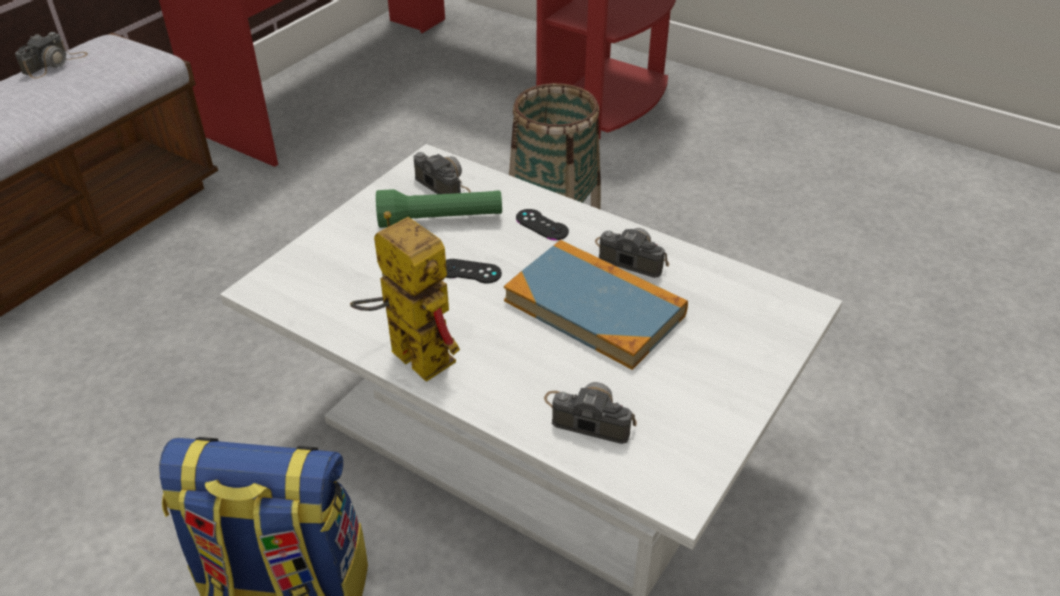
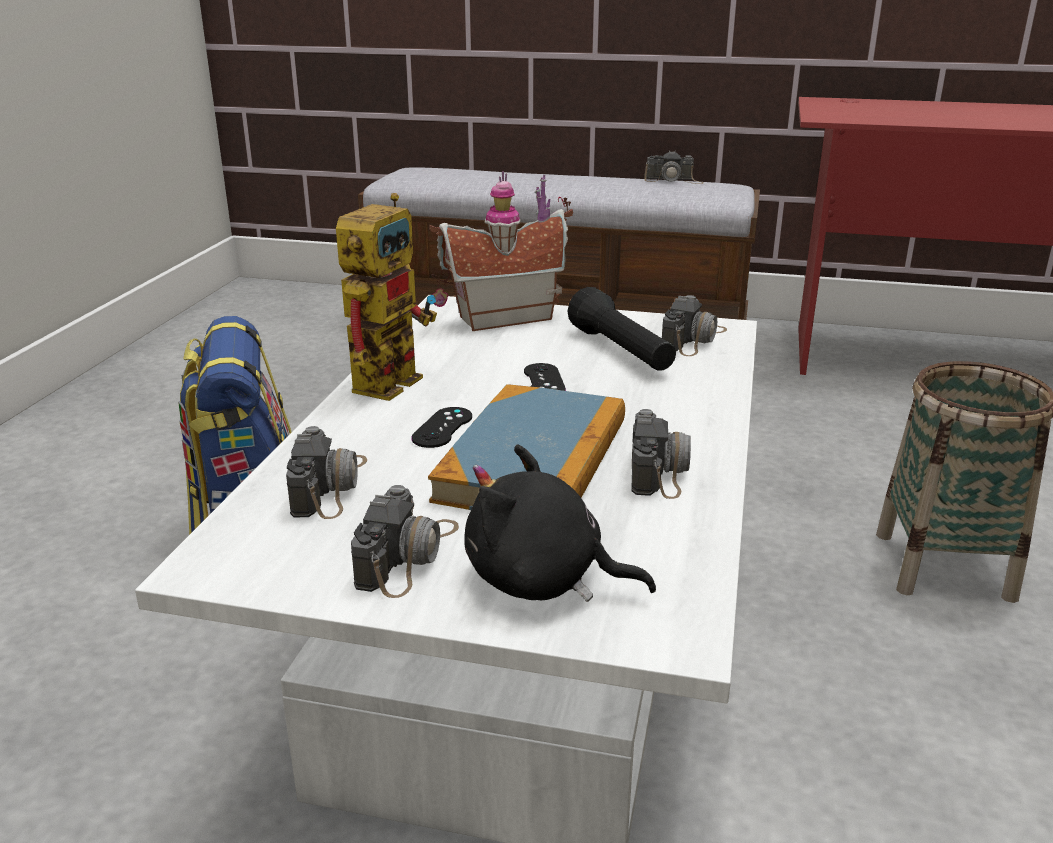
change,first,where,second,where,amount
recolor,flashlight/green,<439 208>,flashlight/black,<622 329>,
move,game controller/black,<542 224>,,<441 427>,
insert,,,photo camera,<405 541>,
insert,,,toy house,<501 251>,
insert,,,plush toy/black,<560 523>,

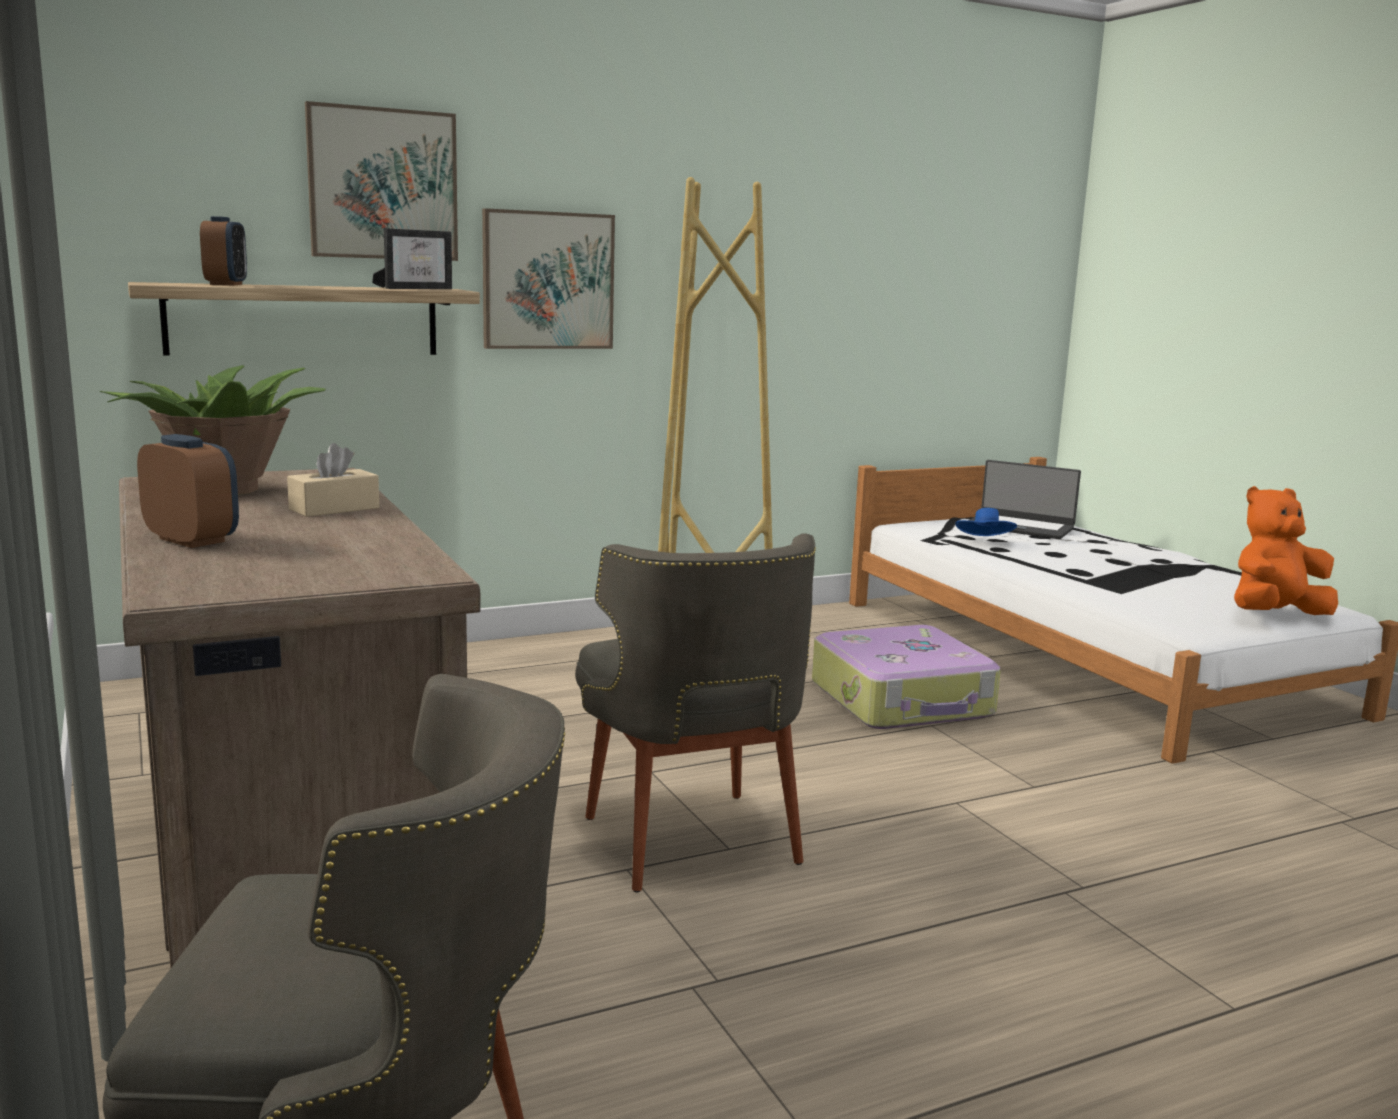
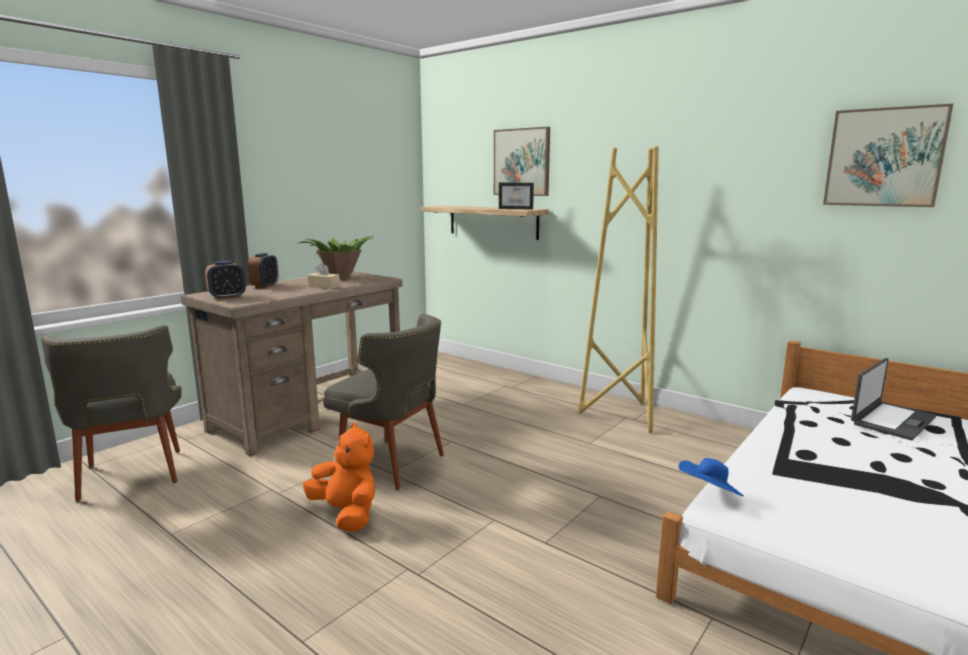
change,first,where,second,where,amount
move,alarm clock,<223 250>,,<225 280>,
move,picture,<548 278>,,<888 155>,
rotate,chair/grey,<695 712>,,<383 402>,105 degrees counterclockwise
delete,suitcase,<906 677>,,,
move,hat/blue,<986 522>,,<711 477>,
rotate,laptop,<1024 499>,,<893 399>,135 degrees counterclockwise
move,plush toy/orange,<1286 550>,,<339 477>,

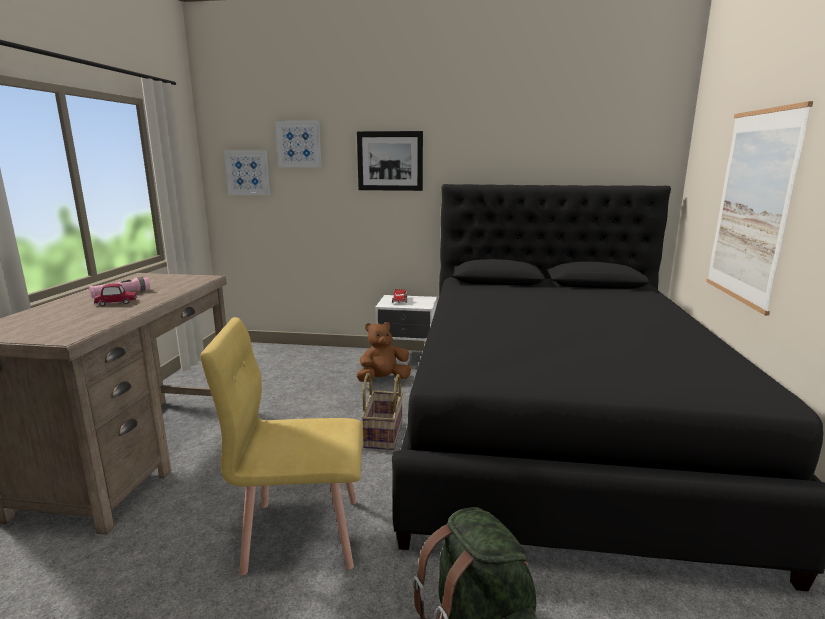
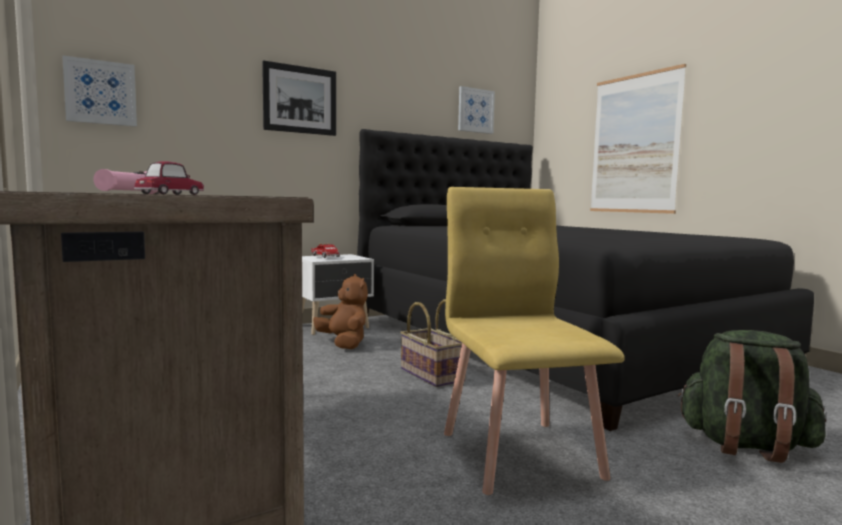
change,first,where,second,where,amount
rotate,chair/yellow,<282 446>,,<534 341>,120 degrees clockwise
move,picture,<298 143>,,<476 110>,
rotate,plush toy/brown,<384 352>,,<340 311>,120 degrees clockwise

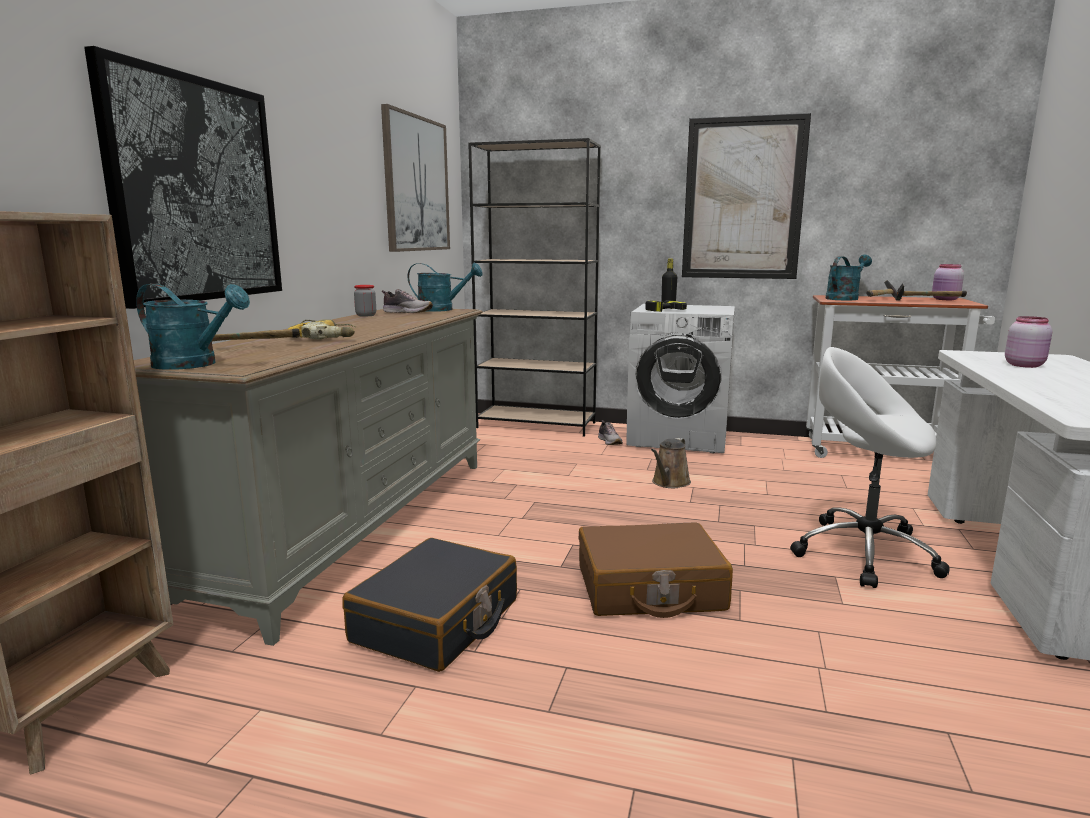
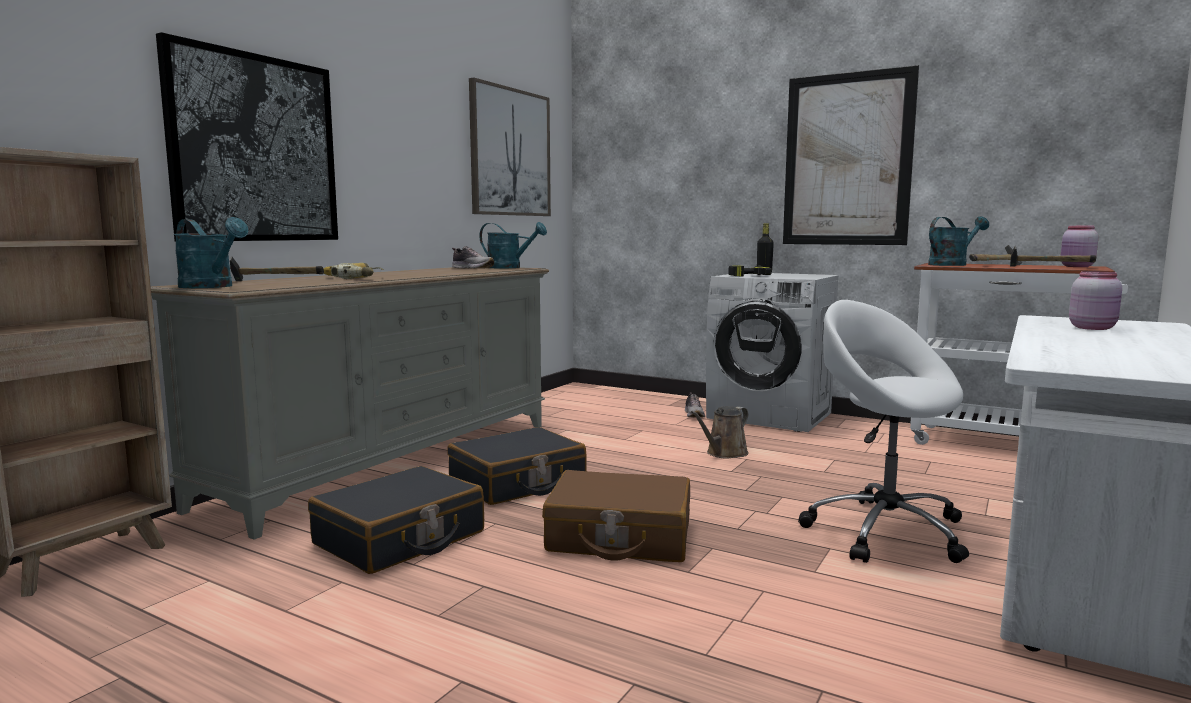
change,first,where,second,where,amount
delete,jar,<365 301>,,,
delete,bookcase/beige,<534 287>,,,
insert,,,suitcase/black,<517 466>,

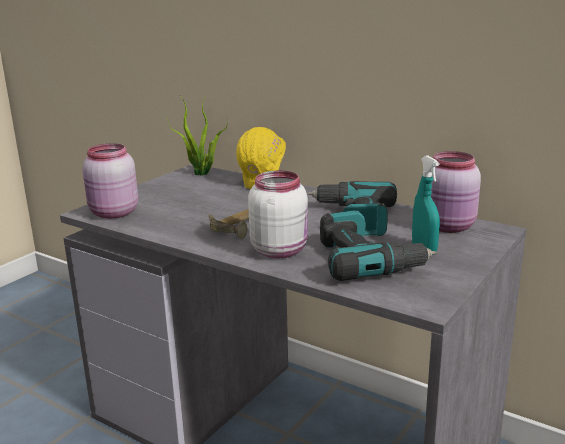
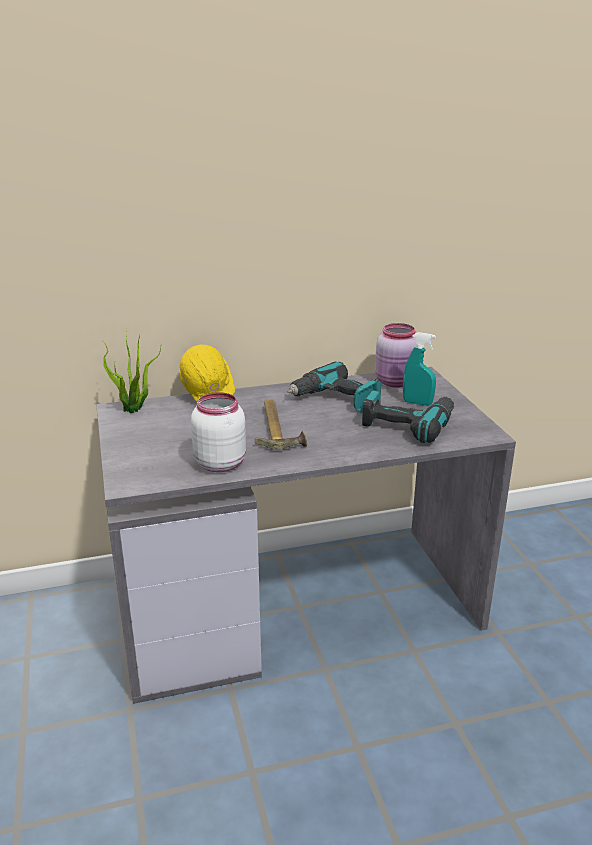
change,first,where,second,where,amount
delete,jar/pink,<110 181>,,,
move,jar/white,<278 214>,,<218 432>,

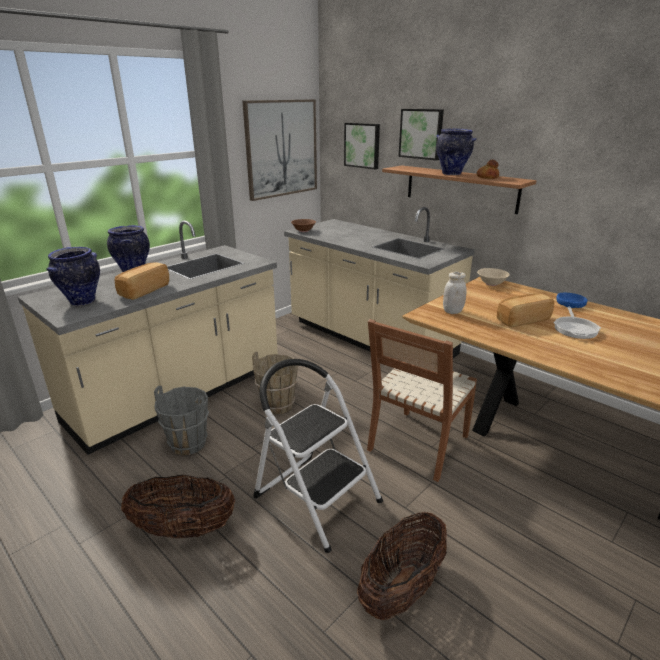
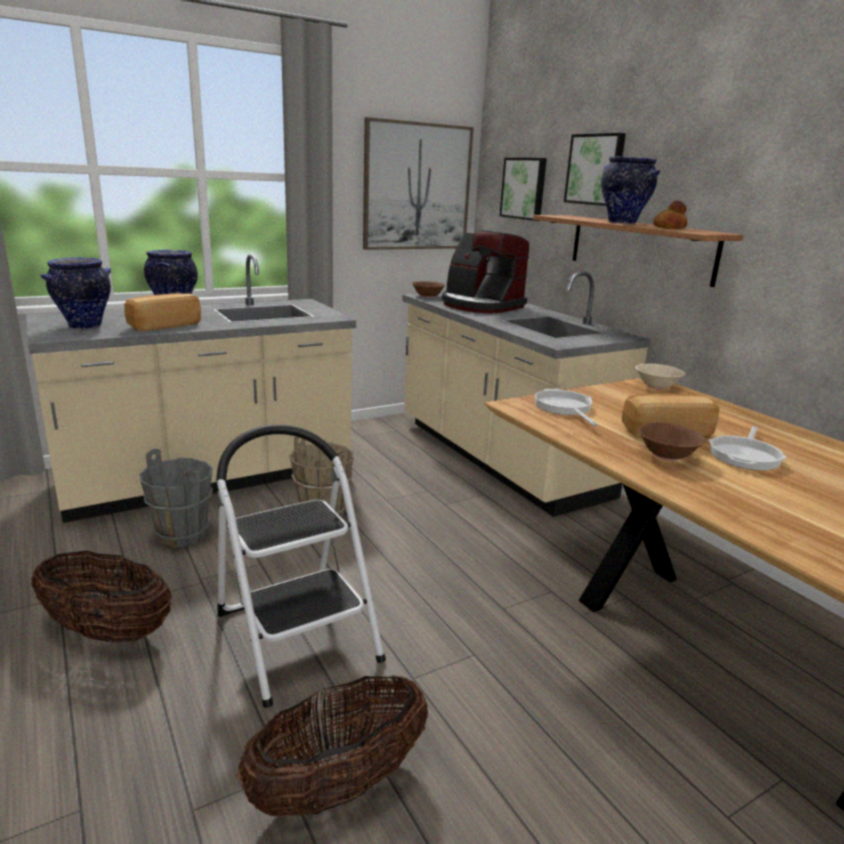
change,first,where,second,where,amount
delete,chair,<422 400>,,,
replace,jar/white,<454 293>,frying pan,<566 407>,
delete,bowl/blue,<572 300>,,,
insert,,,coffee machine,<485 272>,
insert,,,bowl/brown,<672 442>,

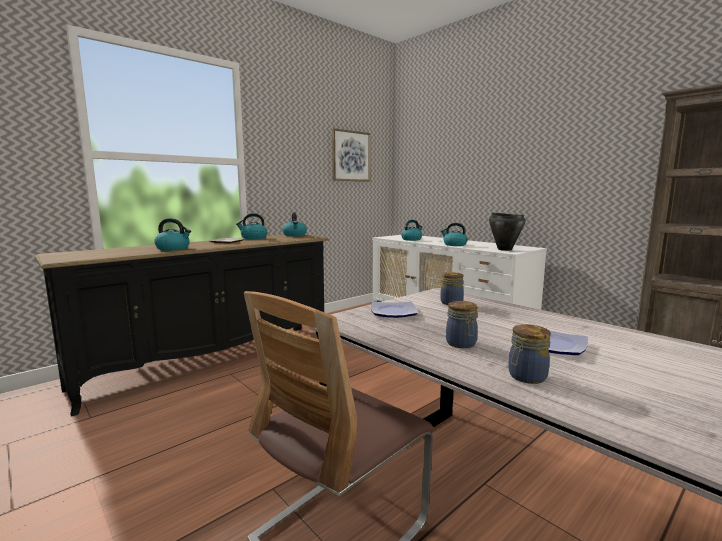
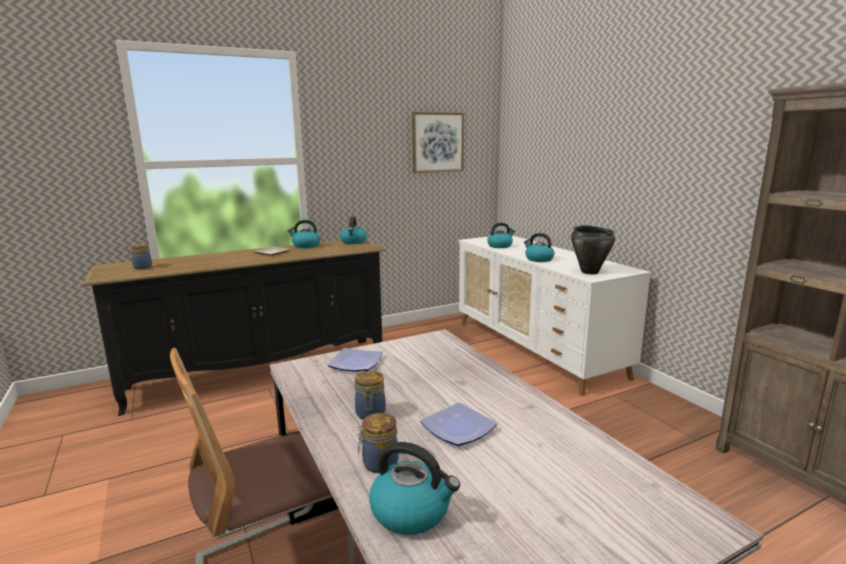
change,first,where,second,where,amount
move,kettle,<172 234>,,<414 488>,
move,jar,<452 288>,,<141 257>,

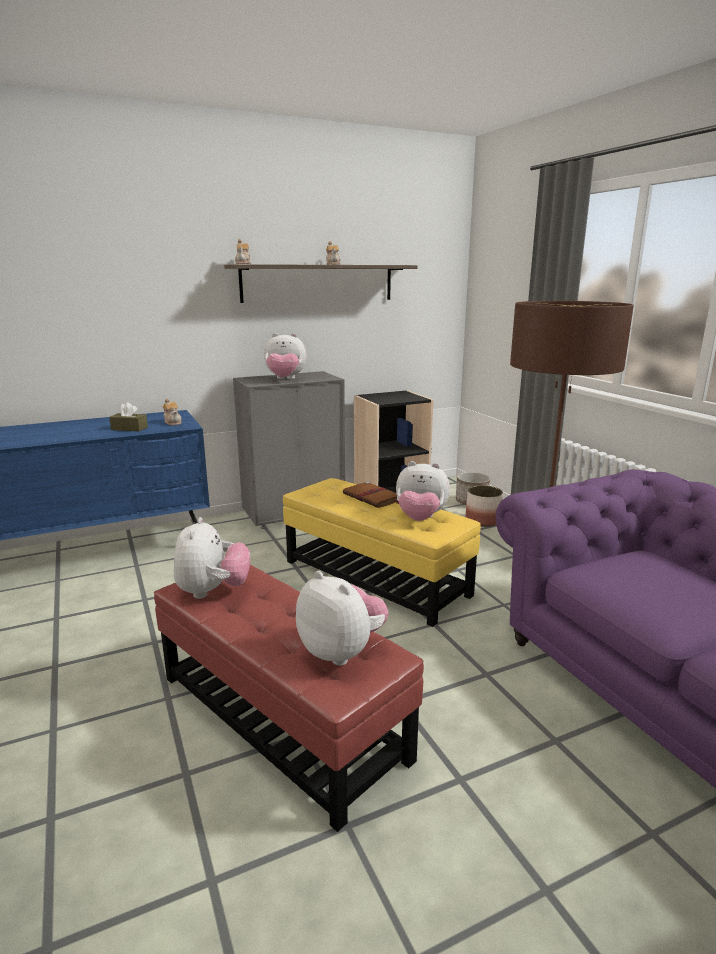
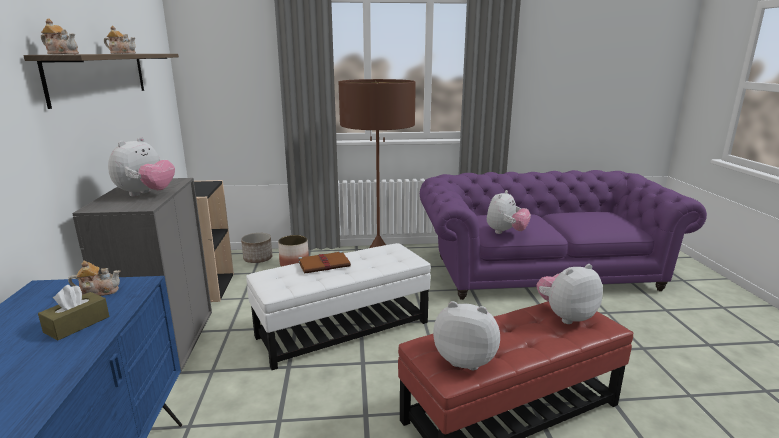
change,first,where,second,where,amount
recolor,ottoman/yellow,<382 552>,ottoman/white,<338 306>,
move,plush toy,<423 491>,,<509 212>,

